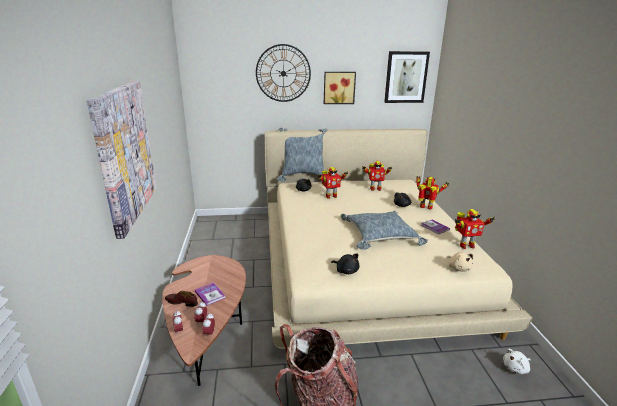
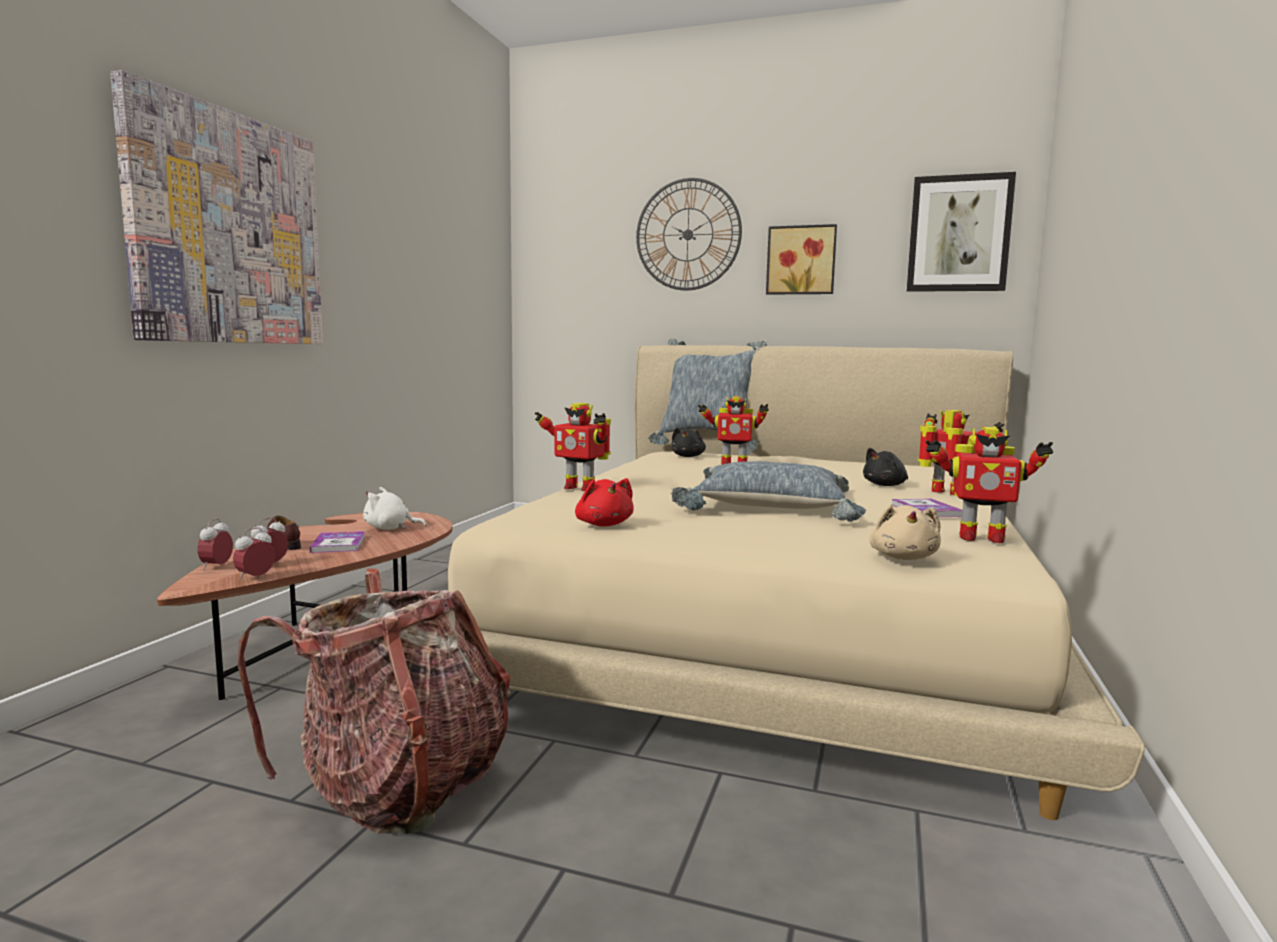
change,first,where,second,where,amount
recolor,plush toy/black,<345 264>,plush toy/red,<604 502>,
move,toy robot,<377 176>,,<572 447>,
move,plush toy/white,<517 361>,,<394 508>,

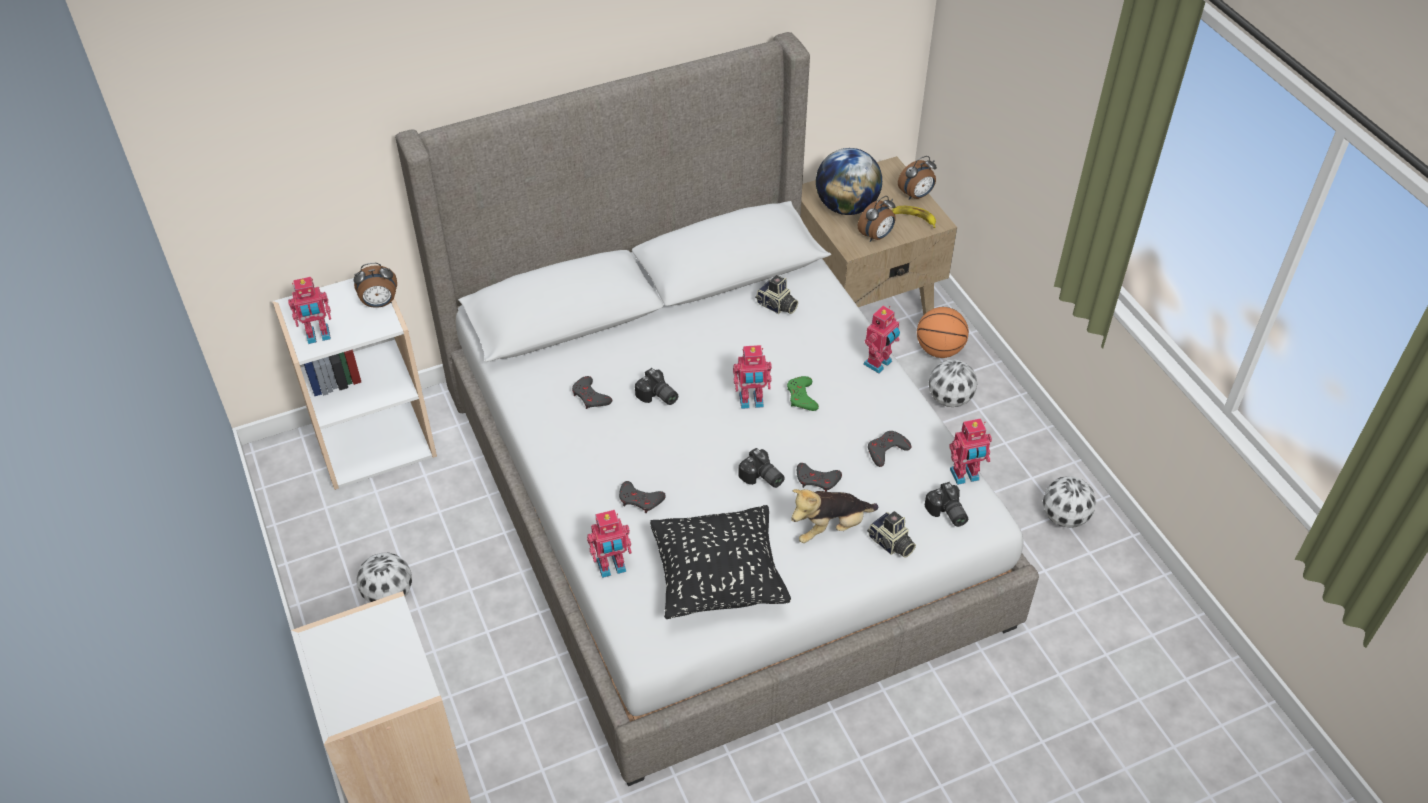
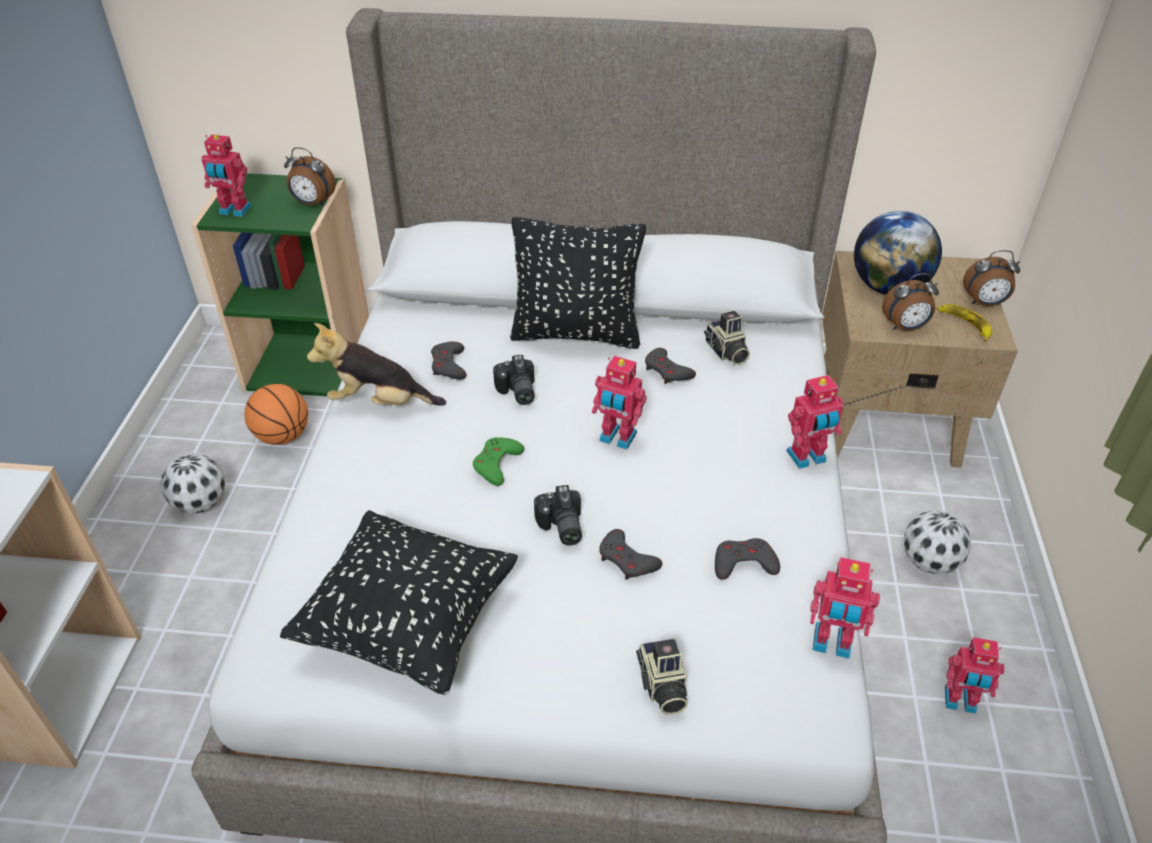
change,first,where,second,where,amount
recolor,bookcase/white,<355 384>,bookcase/green,<280 284>,
move,toy robot,<609 544>,,<975 675>,
move,game controller/grey,<642 497>,,<670 366>,
move,game controller/green,<803 393>,,<498 461>,
move,plush toy,<835 516>,,<376 364>,
move,basketball,<943 332>,,<276 414>,
delete,photo camera,<946 504>,,,
delete,football,<1069 502>,,,
insert,,,pillow/black,<578 283>,

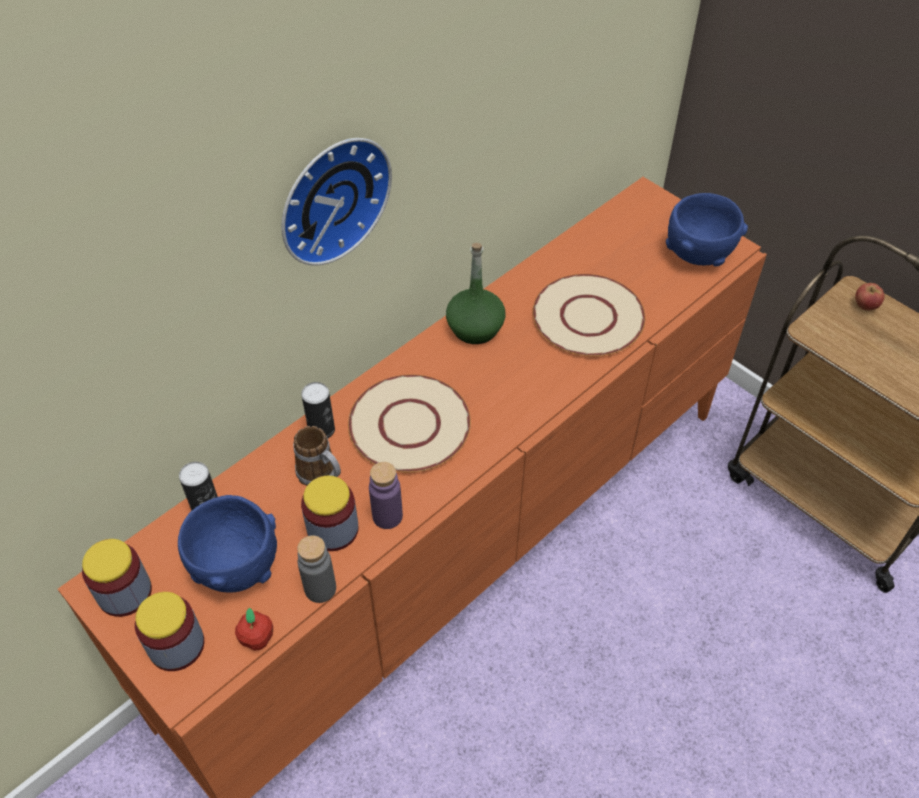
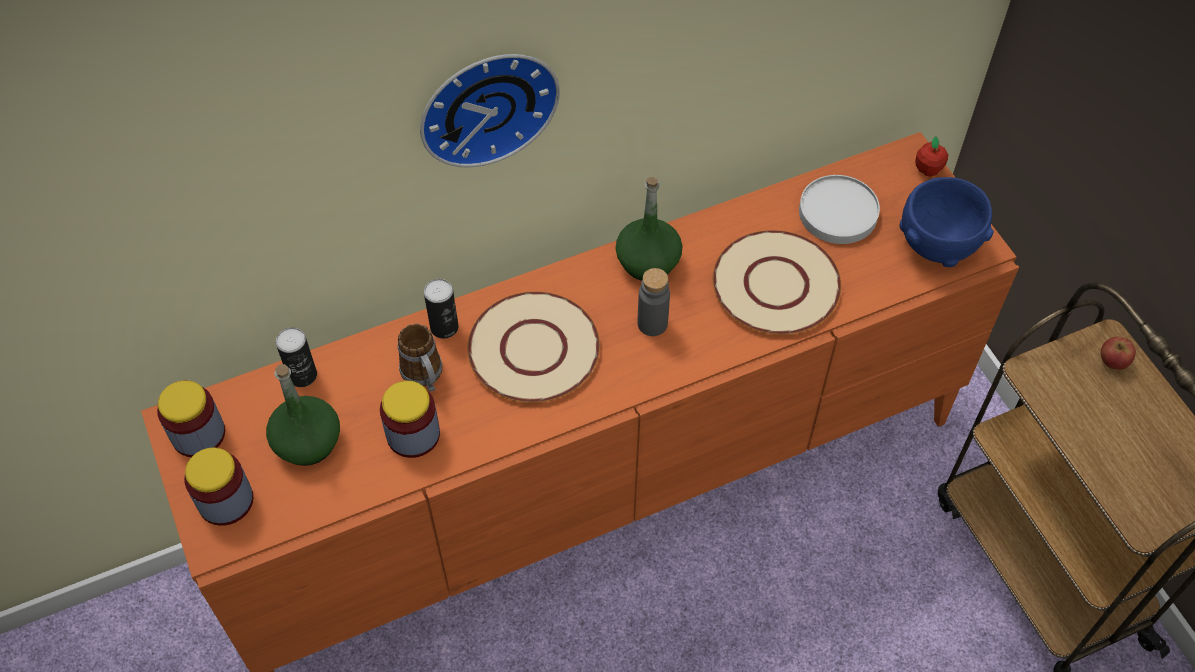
change,first,where,second,where,amount
replace,bowl/blue,<227 544>,bottle/green,<303 415>,
move,apple,<254 629>,,<931 156>,
move,bottle/grey,<316 569>,,<654 302>,
delete,bottle/purple,<386 495>,,,
insert,,,plate/white,<839 209>,

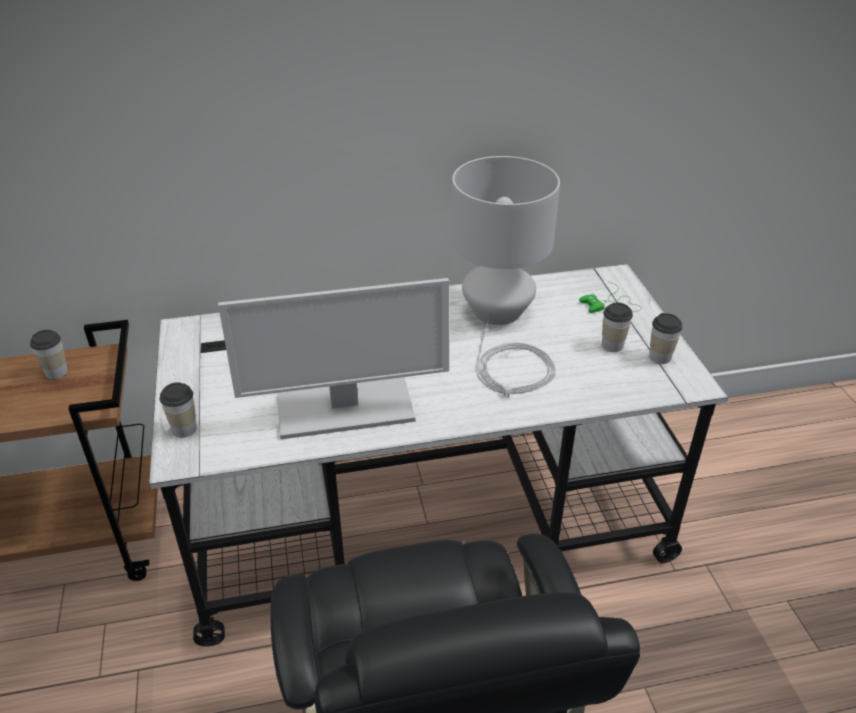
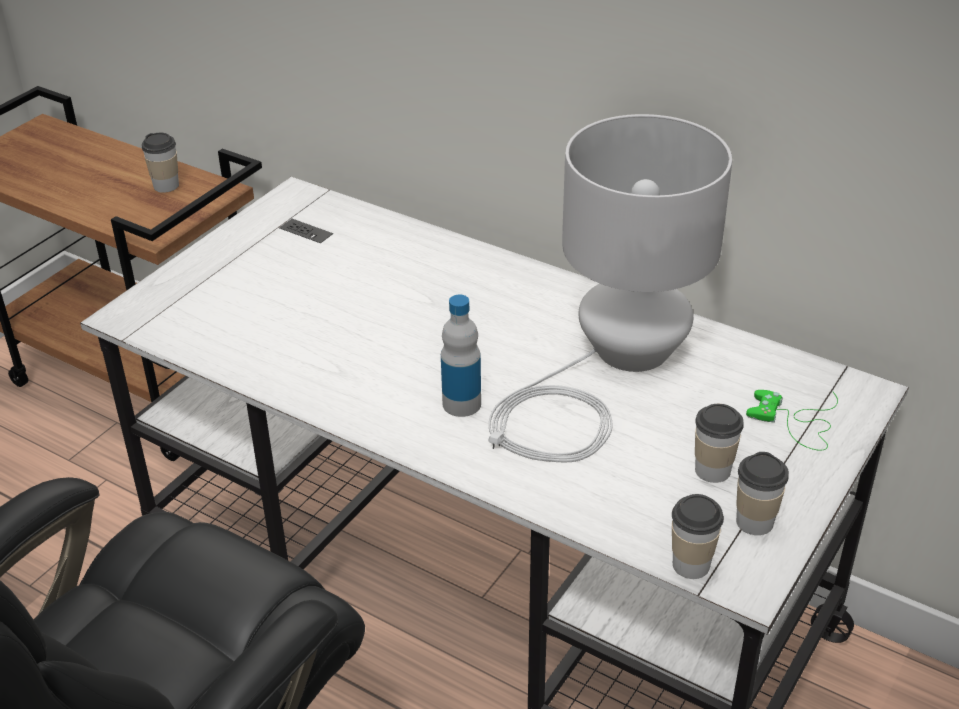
change,first,where,second,where,amount
move,cup,<178 410>,,<698 536>,
delete,monitor,<333 358>,,,
insert,,,bottle,<461 355>,

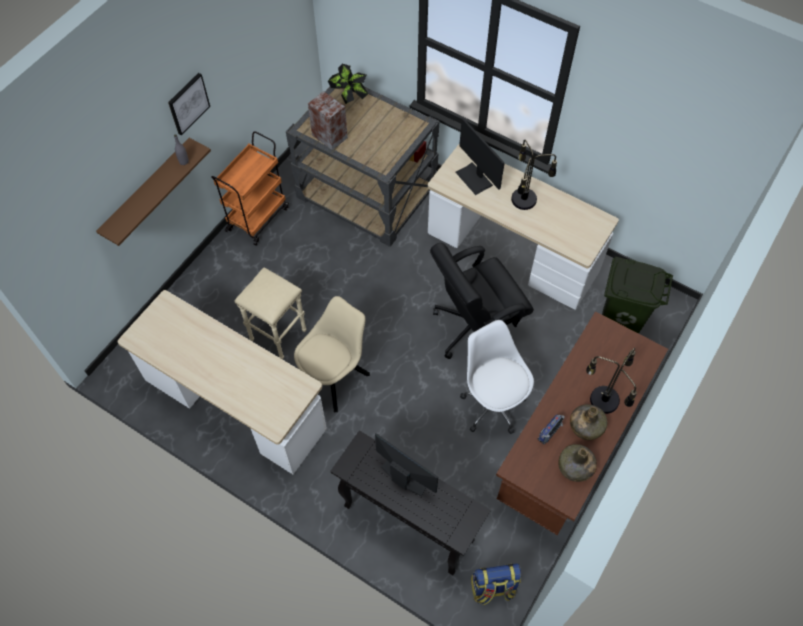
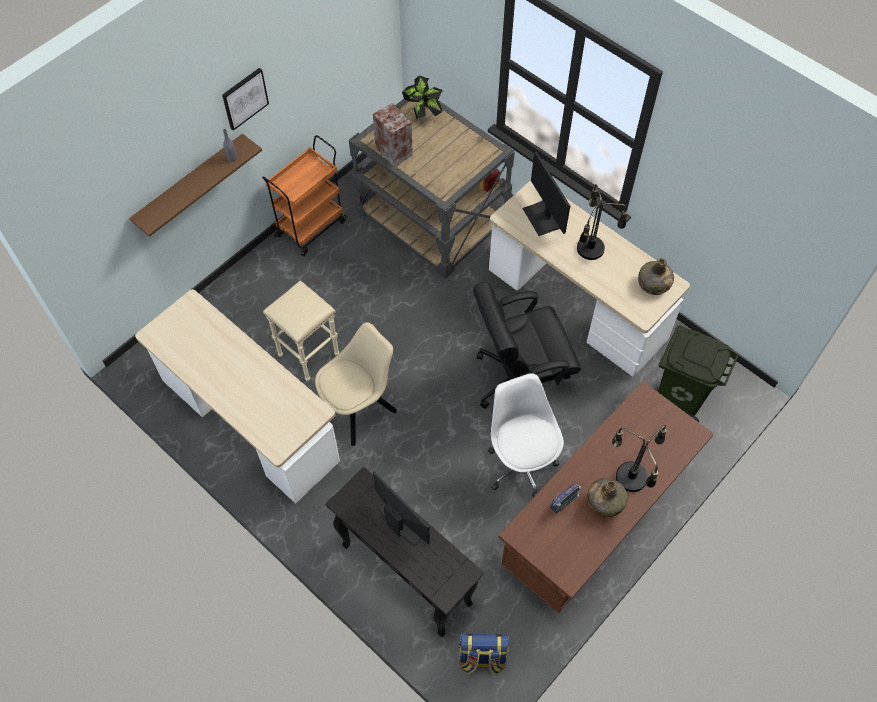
change,first,where,second,where,amount
move,bottle/green,<577 463>,,<656 276>,

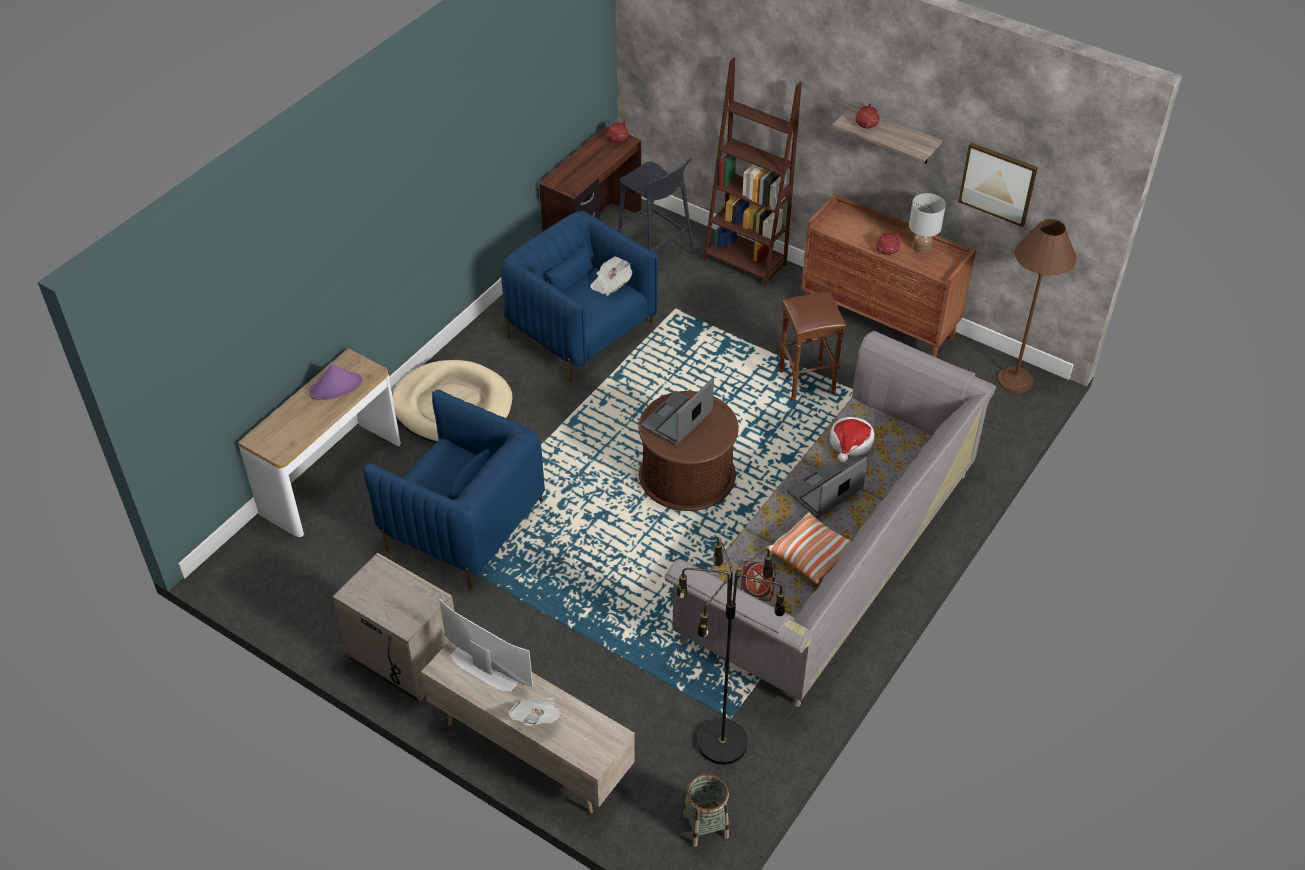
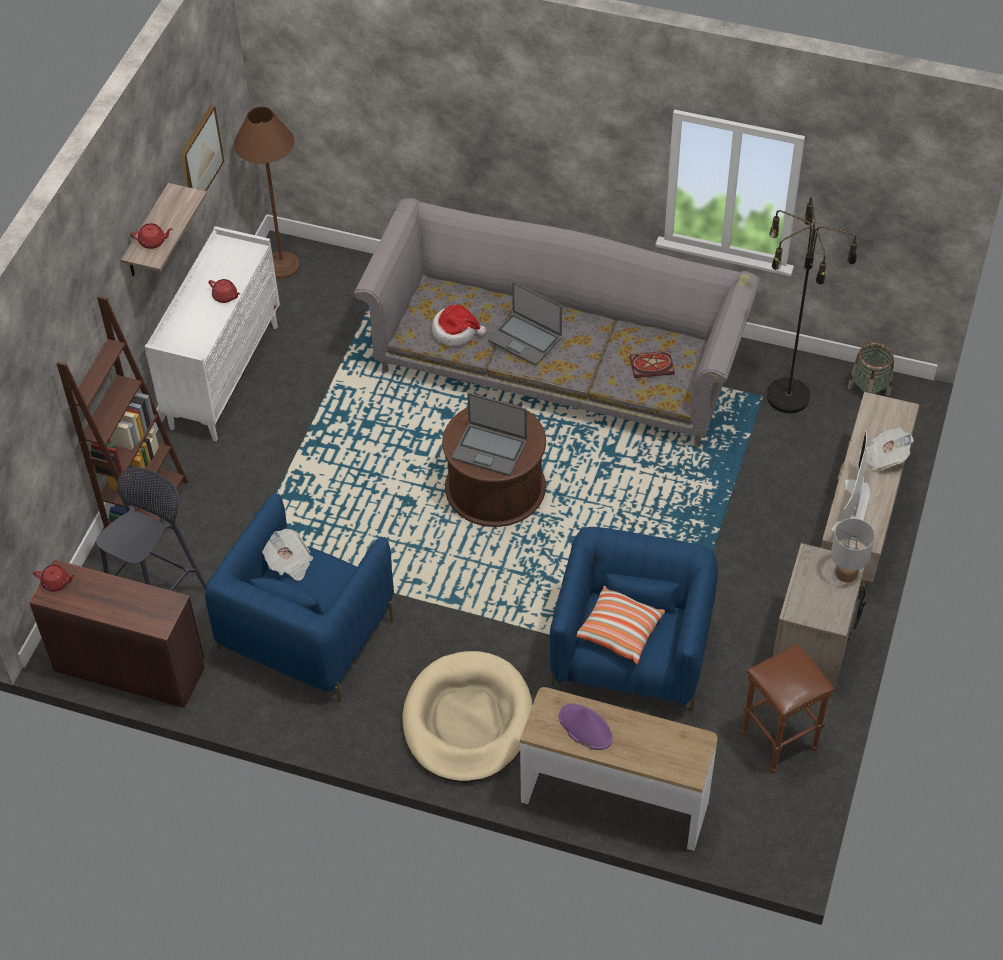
change,first,where,second,where,amount
move,pillow,<808 547>,,<621 625>,
move,stool/brown,<813 346>,,<787 708>,
recolor,cabinet/brown,<888 275>,cabinet/white,<212 334>,
move,table lamp/grey,<927 223>,,<853 550>,

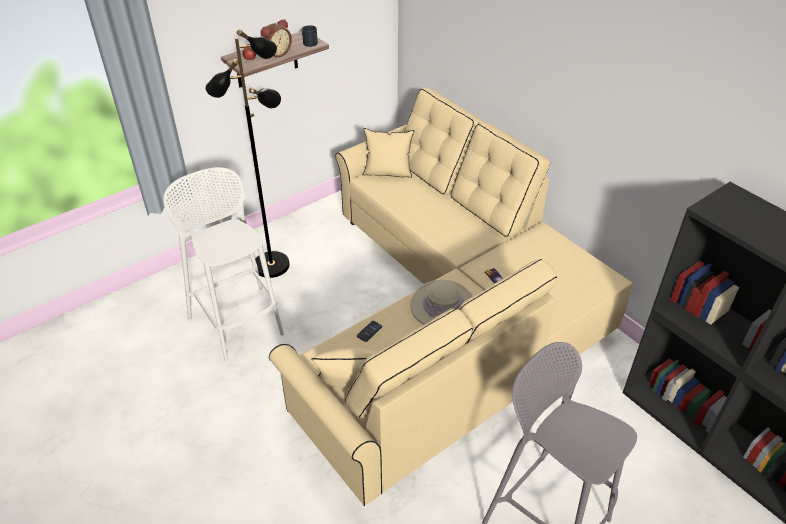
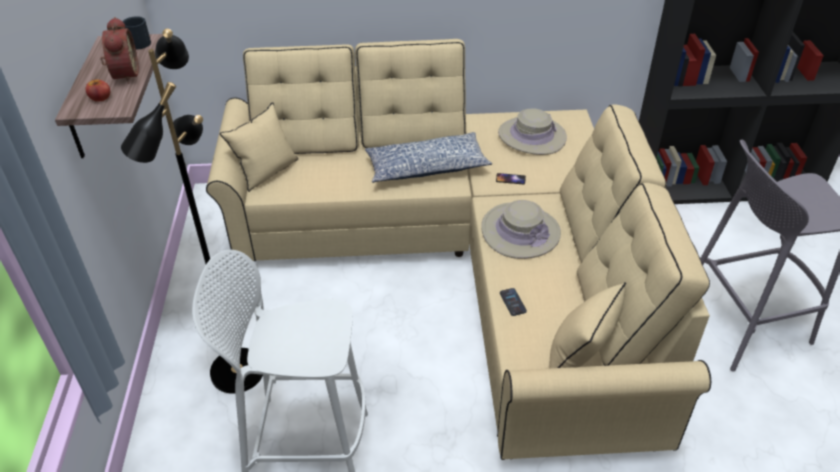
change,first,where,second,where,amount
insert,,,pillow,<428 157>,
insert,,,hat/beige,<532 131>,

